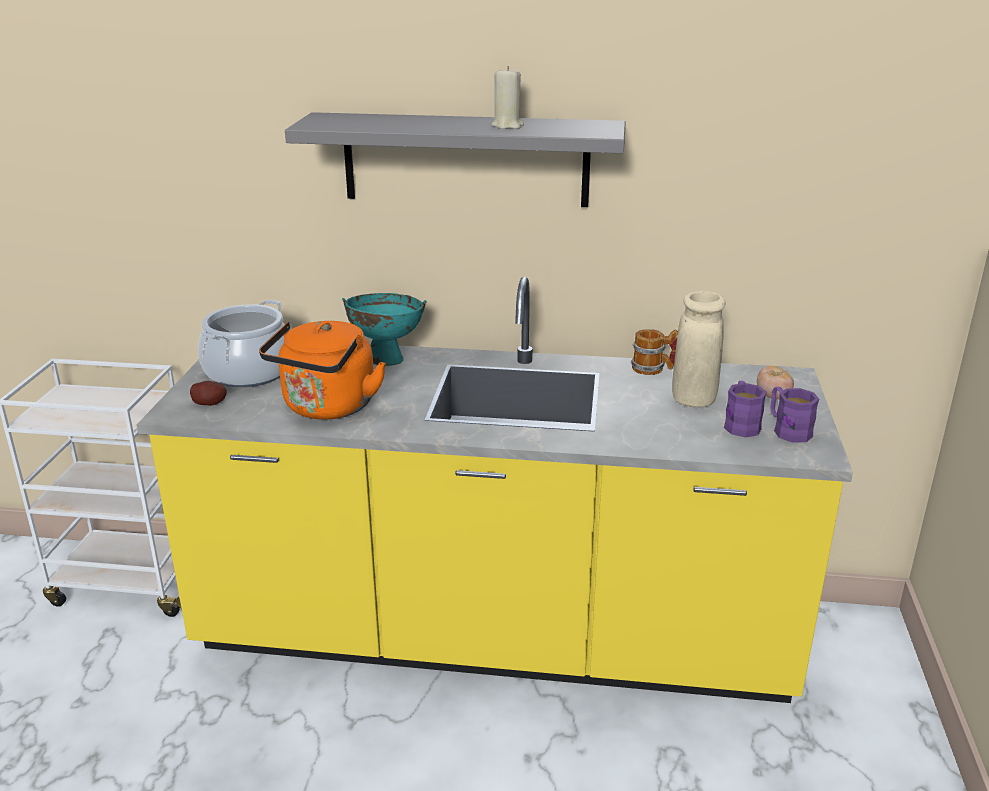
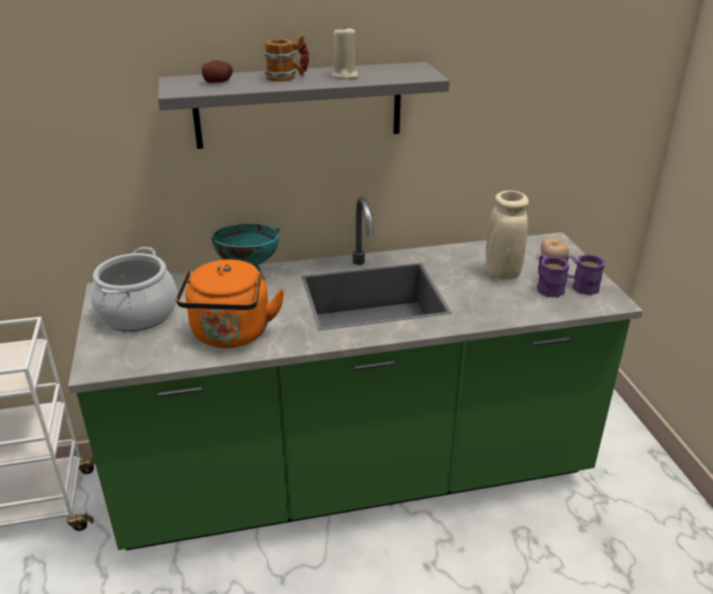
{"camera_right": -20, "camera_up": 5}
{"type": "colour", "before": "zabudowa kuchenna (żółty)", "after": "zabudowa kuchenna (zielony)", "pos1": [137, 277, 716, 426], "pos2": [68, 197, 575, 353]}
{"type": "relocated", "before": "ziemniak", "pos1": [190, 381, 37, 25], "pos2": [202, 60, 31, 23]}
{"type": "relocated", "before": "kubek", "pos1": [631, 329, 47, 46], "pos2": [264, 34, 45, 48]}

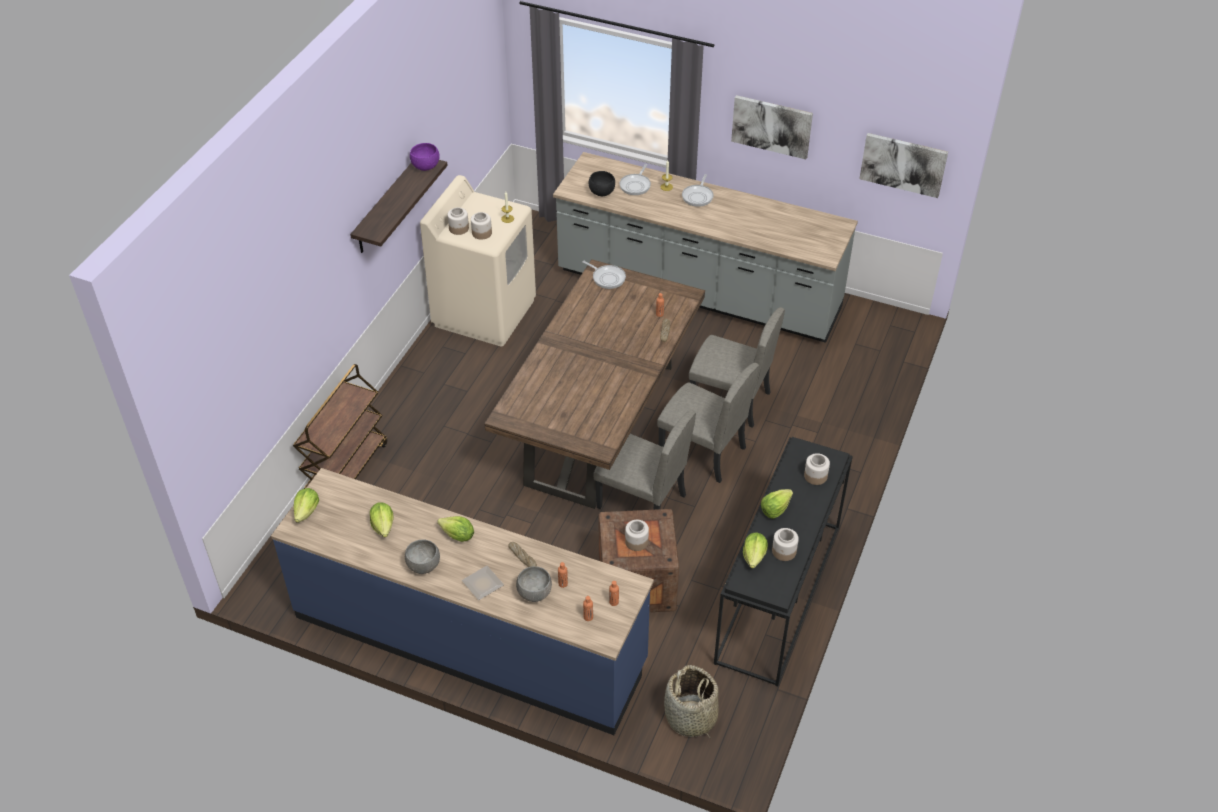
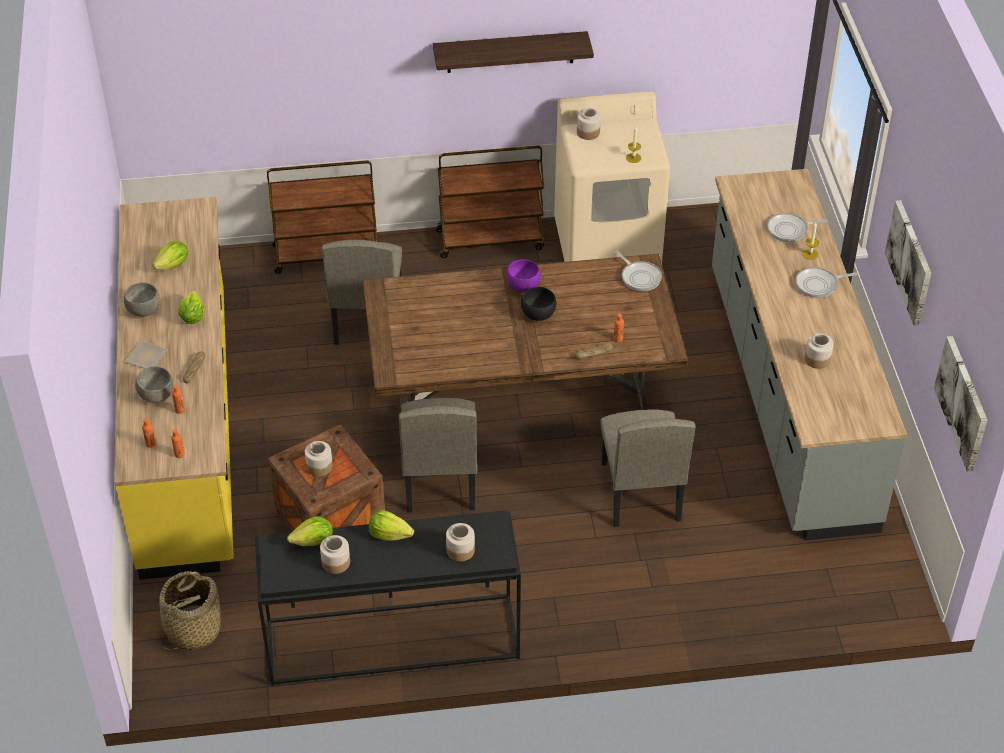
{"camera_right": 60, "camera_up": 0}
{"type": "colour", "before": "zabudowa kuchenna (niebieski)", "after": "zabudowa kuchenna (żółty)", "pos1": [271, 468, 383, 267], "pos2": [115, 197, 119, 383]}
{"type": "relocated", "before": "krzesło (beżowy)", "pos1": [657, 363, 102, 120], "pos2": [322, 240, 80, 105]}
{"type": "appeared", "after": "wózek (brązowy)", "pos2": [436, 146, 109, 112]}
{"type": "relocated", "before": "miska (fioletowy)", "pos1": [410, 143, 30, 28], "pos2": [506, 259, 35, 33]}
{"type": "relocated", "before": "miska (czarny)", "pos1": [589, 171, 26, 25], "pos2": [521, 287, 35, 34]}
{"type": "spun", "before": "patelnia", "pos1": [582, 261, 44, 28], "pos2": [615, 251, 47, 40], "turn": -45}
{"type": "relocated", "before": "słoik", "pos1": [471, 212, 21, 28], "pos2": [804, 333, 30, 36]}
{"type": "missing", "before": "sałata", "pos1": [294, 488, 25, 35]}

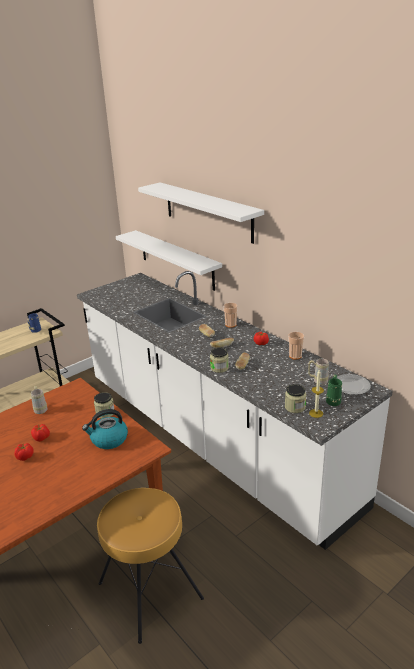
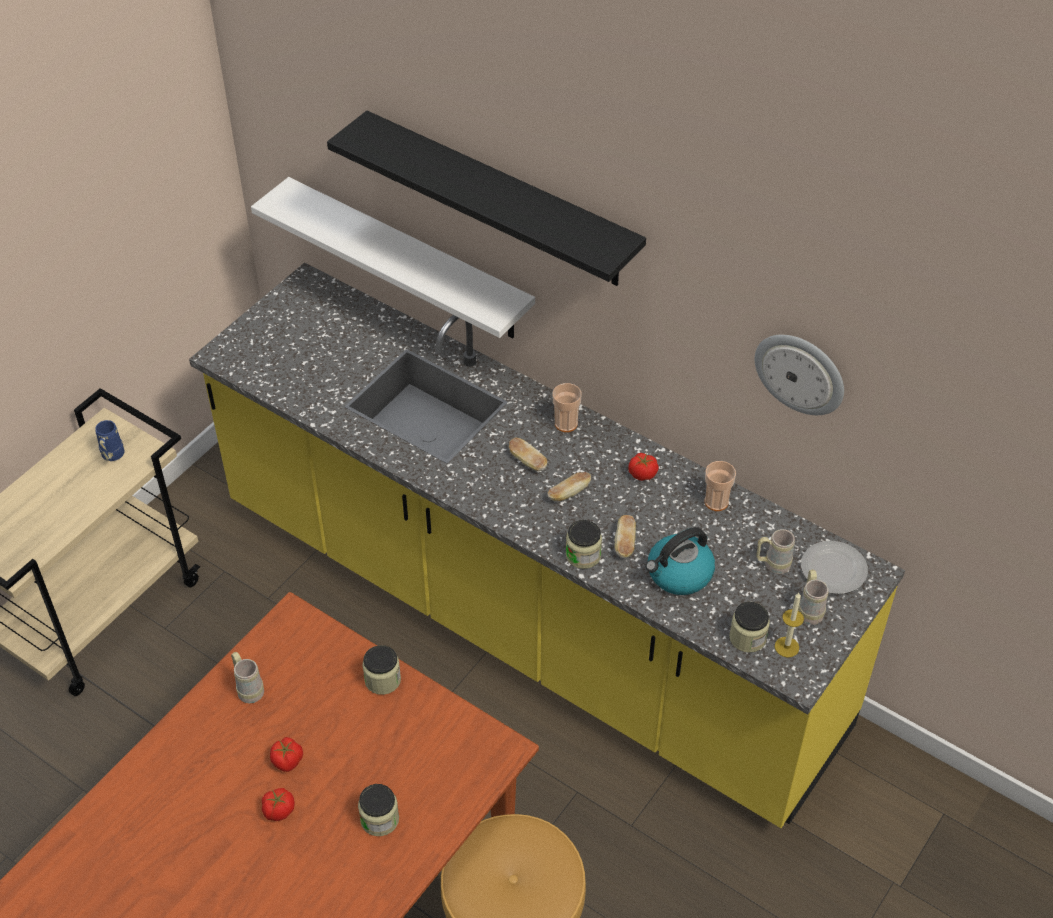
{"camera_right": -15, "camera_up": 20}
{"type": "colour", "before": "zabudowa kuchenna (biały)", "after": "zabudowa kuchenna (żółty)", "pos1": [77, 271, 316, 279], "pos2": [189, 262, 716, 566]}
{"type": "colour", "before": "półka (biały)", "after": "półka (czarny)", "pos1": [138, 182, 126, 62], "pos2": [327, 111, 319, 175]}
{"type": "appeared", "after": "słoik", "pos2": [358, 784, 41, 52]}
{"type": "relocated", "before": "czajnik", "pos1": [82, 409, 46, 40], "pos2": [646, 527, 69, 68]}
{"type": "appeared", "after": "zegar ścienny", "pos2": [755, 334, 89, 81]}
{"type": "colour", "before": "kubek (zielony)", "after": "kubek (beżowy)", "pos1": [326, 375, 16, 31], "pos2": [798, 569, 30, 56]}

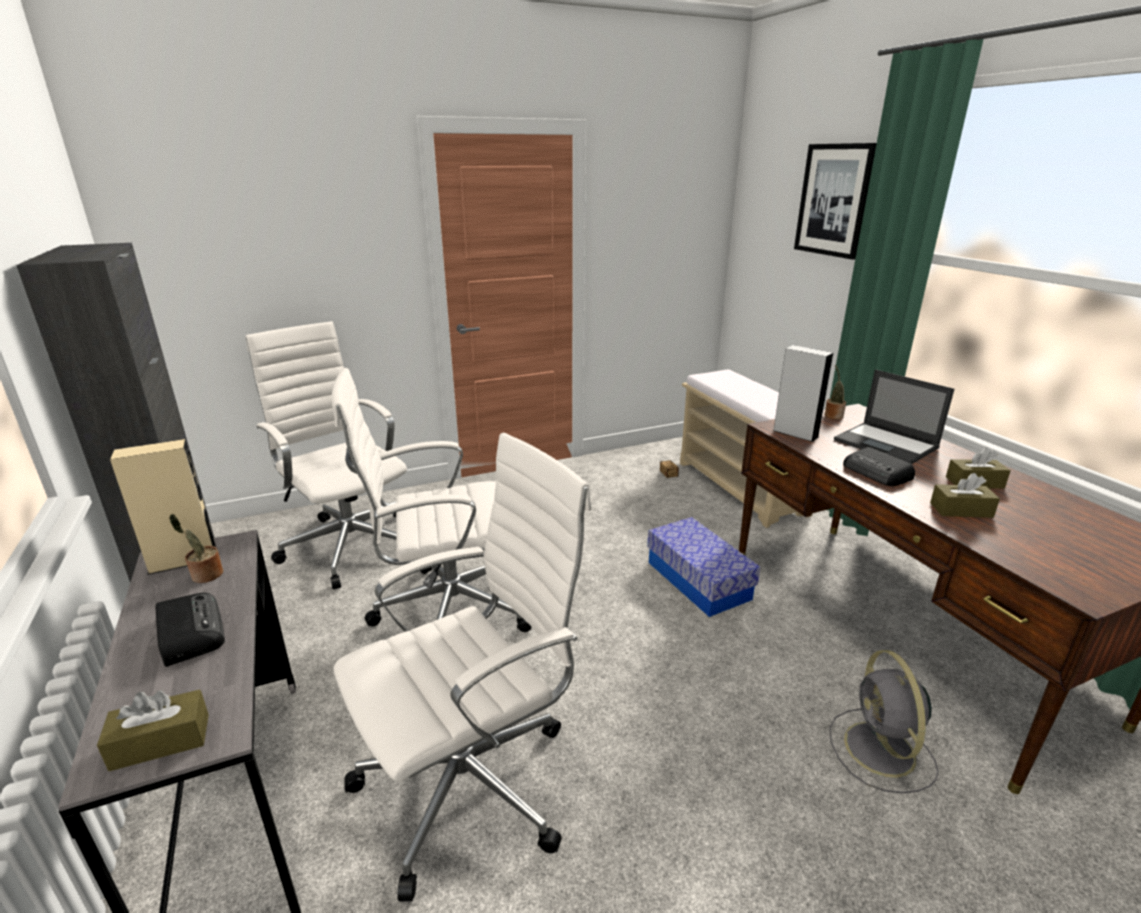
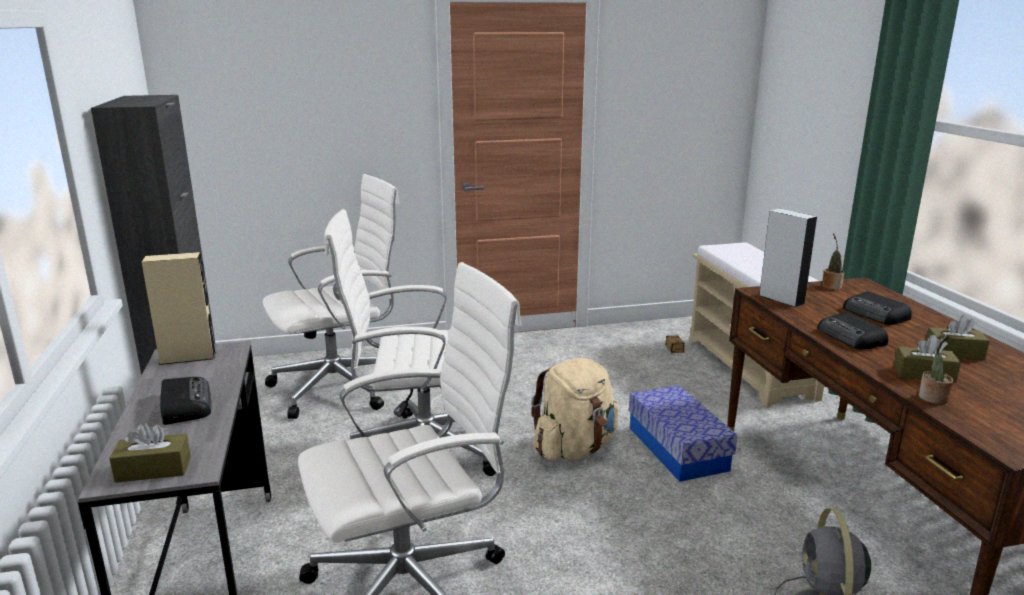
{"camera_right": 10, "camera_up": -5}
{"type": "spun", "before": "krzesło biurowe (biały)", "pos1": [245, 321, 162, 268], "pos2": [263, 174, 137, 245], "turn": 90}
{"type": "appeared", "after": "plecak (beżowy)", "pos2": [531, 358, 87, 103]}
{"type": "exchanged", "before": "laptop", "after": "radio", "pos1": [834, 369, 120, 95], "pos2": [843, 292, 69, 33]}
{"type": "relocated", "before": "roślina doniczkowa", "pos1": [169, 514, 54, 69], "pos2": [919, 335, 34, 69]}
{"type": "missing", "before": "obraz", "pos1": [794, 143, 83, 117]}

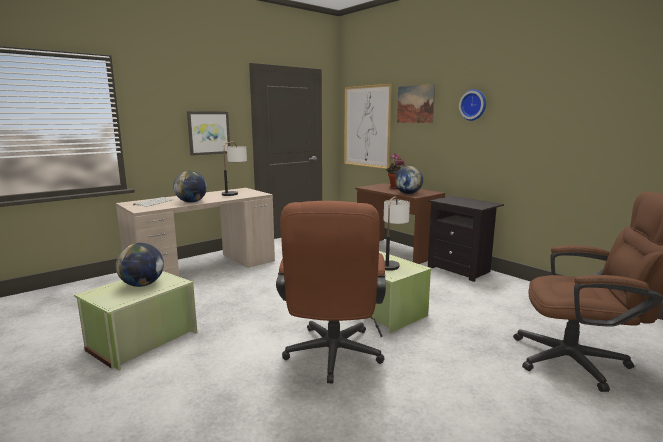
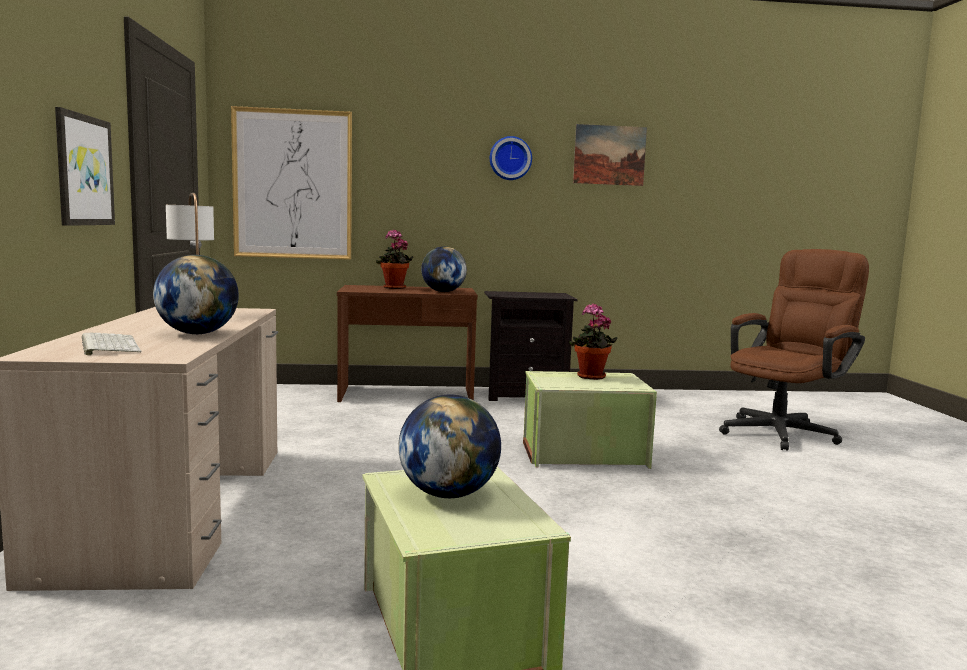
{"camera_right": -55, "camera_up": -5}
{"type": "exchanged", "before": "lampa stołowa", "after": "roślina doniczkowa", "pos1": [384, 196, 26, 75], "pos2": [569, 304, 49, 76]}
{"type": "relocated", "before": "obraz", "pos1": [397, 84, 38, 39], "pos2": [573, 124, 74, 62]}
{"type": "missing", "before": "krzesło biurowe (brązowy)", "pos1": [276, 201, 110, 182]}

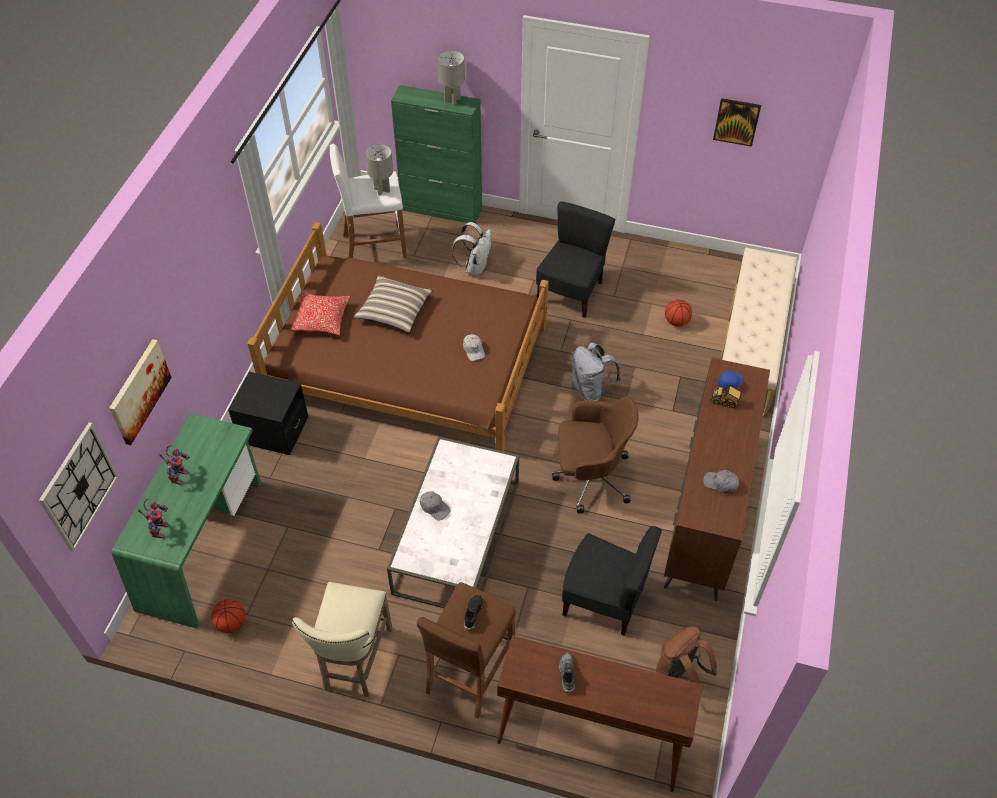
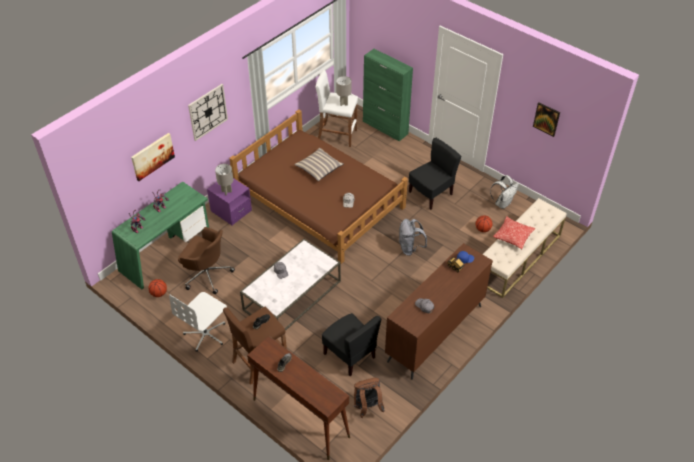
{"camera_right": 25, "camera_up": -5}
{"type": "exchanged", "before": "stołek (beżowy)", "after": "krzesło biurowe (biały)", "pos1": [292, 582, 100, 115], "pos2": [169, 292, 58, 60]}
{"type": "relocated", "before": "krzesło biurowe (brązowy)", "pos1": [552, 396, 86, 118], "pos2": [178, 227, 57, 67]}
{"type": "relocated", "before": "zegar ścienny", "pos1": [39, 422, 80, 130], "pos2": [188, 84, 40, 57]}
{"type": "colour", "before": "szafka nocna (czarny)", "after": "szafka nocna (fioletowy)", "pos1": [228, 372, 81, 83], "pos2": [207, 178, 45, 47]}
{"type": "relocated", "before": "lampa stołowa (szary)", "pos1": [437, 50, 28, 55], "pos2": [215, 164, 18, 31]}
{"type": "relocated", "before": "plecak (biały)", "pos1": [452, 222, 39, 54], "pos2": [490, 175, 29, 34]}
{"type": "relocated", "before": "poduszka", "pos1": [290, 292, 60, 43], "pos2": [493, 216, 42, 33]}

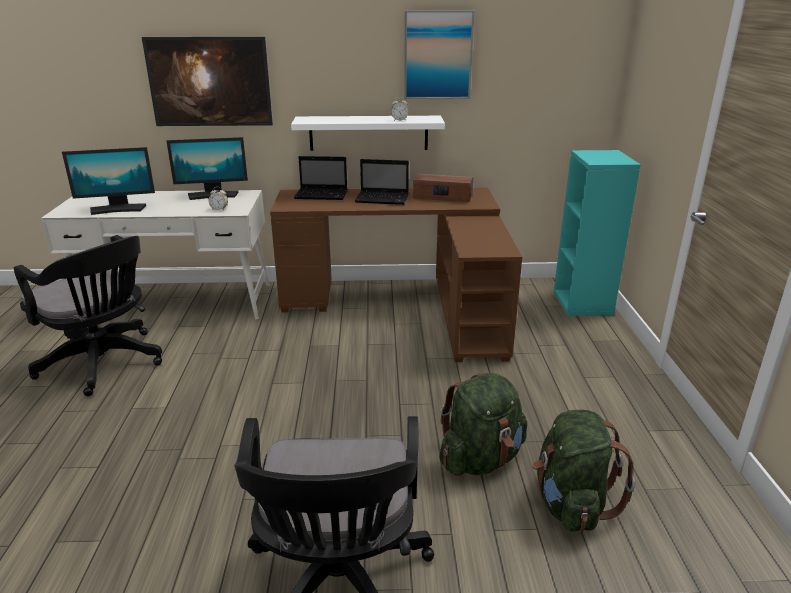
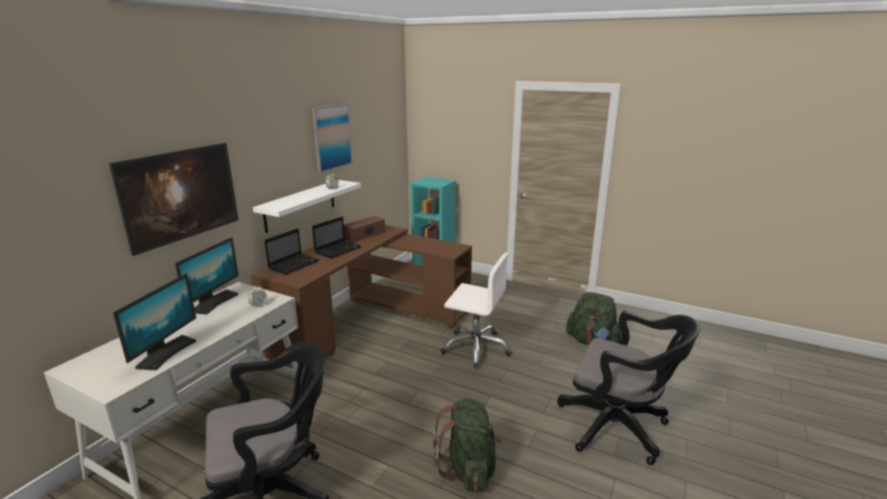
{"camera_right": -60, "camera_up": -5}
{"type": "relocated", "before": "plecak (zielony)", "pos1": [439, 373, 88, 103], "pos2": [433, 399, 69, 93]}
{"type": "appeared", "after": "krzesło biurowe (biały)", "pos2": [440, 252, 72, 116]}

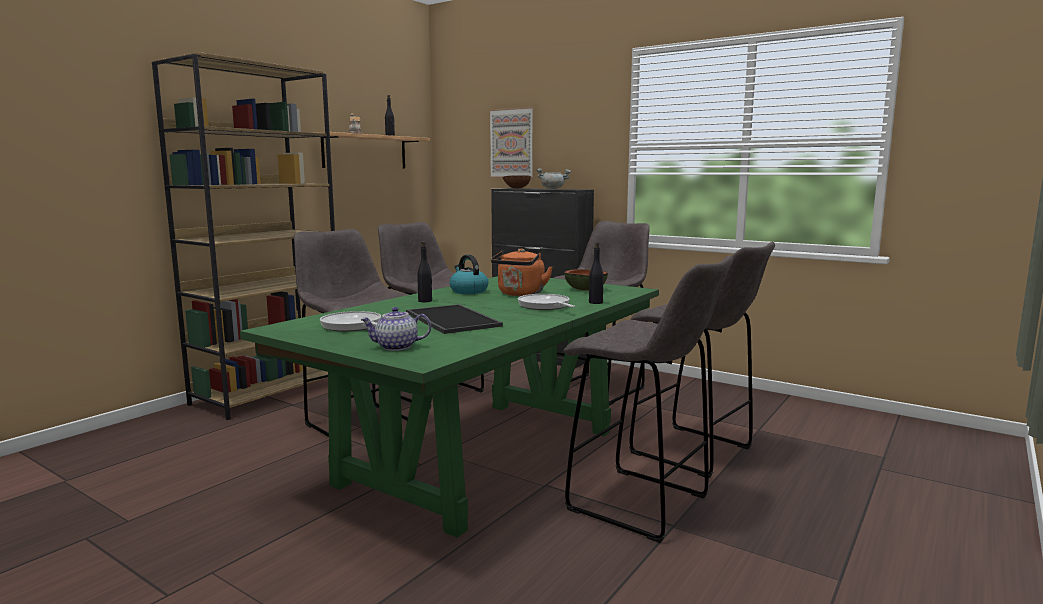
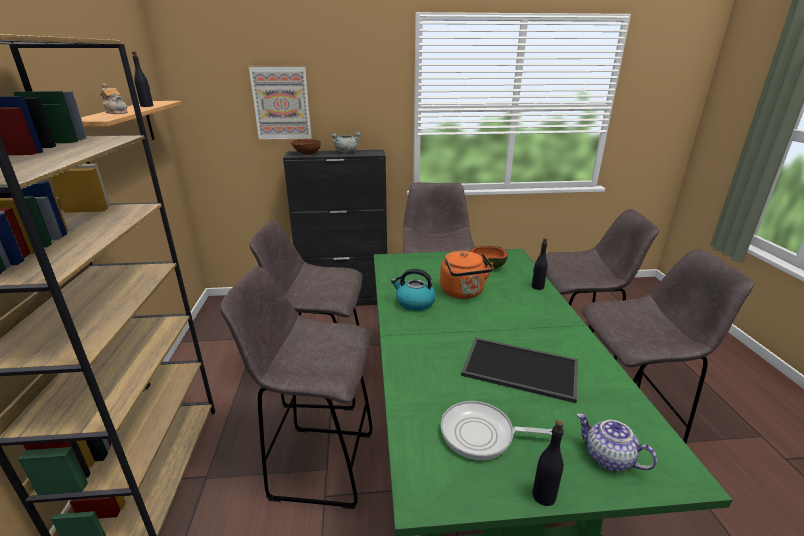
{"camera_right": -40, "camera_up": 15}
{"type": "relocated", "before": "butelka (czarny)", "pos1": [417, 241, 15, 61], "pos2": [532, 420, 32, 86]}
{"type": "spun", "before": "imbryk", "pos1": [360, 307, 71, 44], "pos2": [576, 413, 81, 58], "turn": 90}
{"type": "missing", "before": "patelnia", "pos1": [518, 294, 57, 16]}

